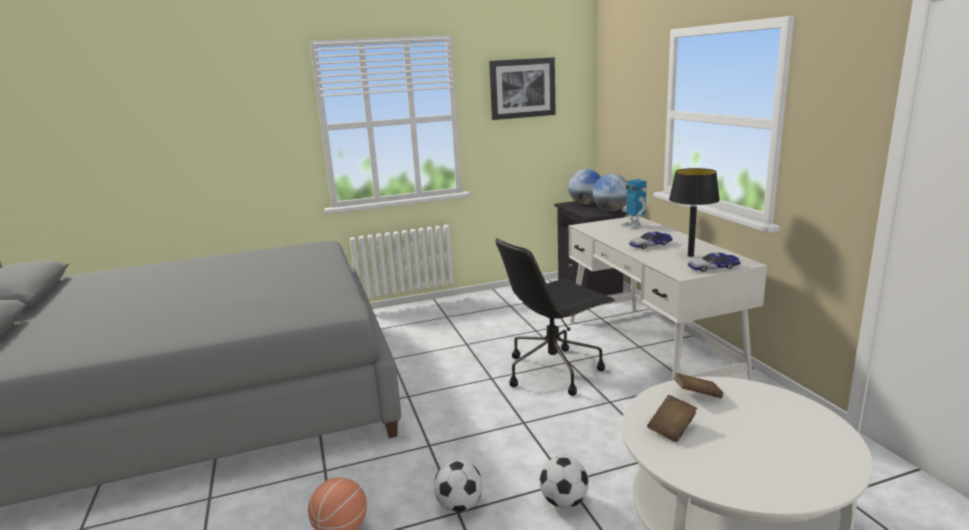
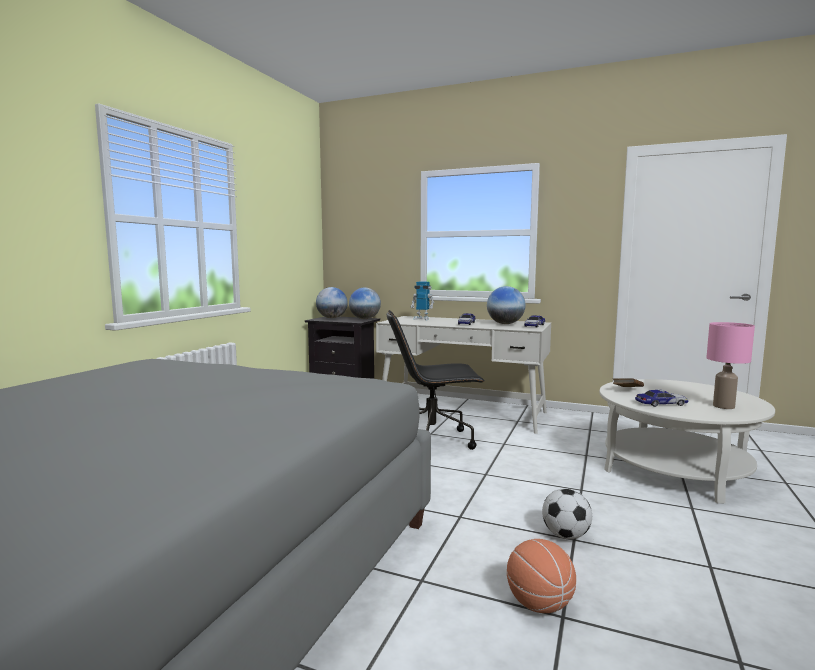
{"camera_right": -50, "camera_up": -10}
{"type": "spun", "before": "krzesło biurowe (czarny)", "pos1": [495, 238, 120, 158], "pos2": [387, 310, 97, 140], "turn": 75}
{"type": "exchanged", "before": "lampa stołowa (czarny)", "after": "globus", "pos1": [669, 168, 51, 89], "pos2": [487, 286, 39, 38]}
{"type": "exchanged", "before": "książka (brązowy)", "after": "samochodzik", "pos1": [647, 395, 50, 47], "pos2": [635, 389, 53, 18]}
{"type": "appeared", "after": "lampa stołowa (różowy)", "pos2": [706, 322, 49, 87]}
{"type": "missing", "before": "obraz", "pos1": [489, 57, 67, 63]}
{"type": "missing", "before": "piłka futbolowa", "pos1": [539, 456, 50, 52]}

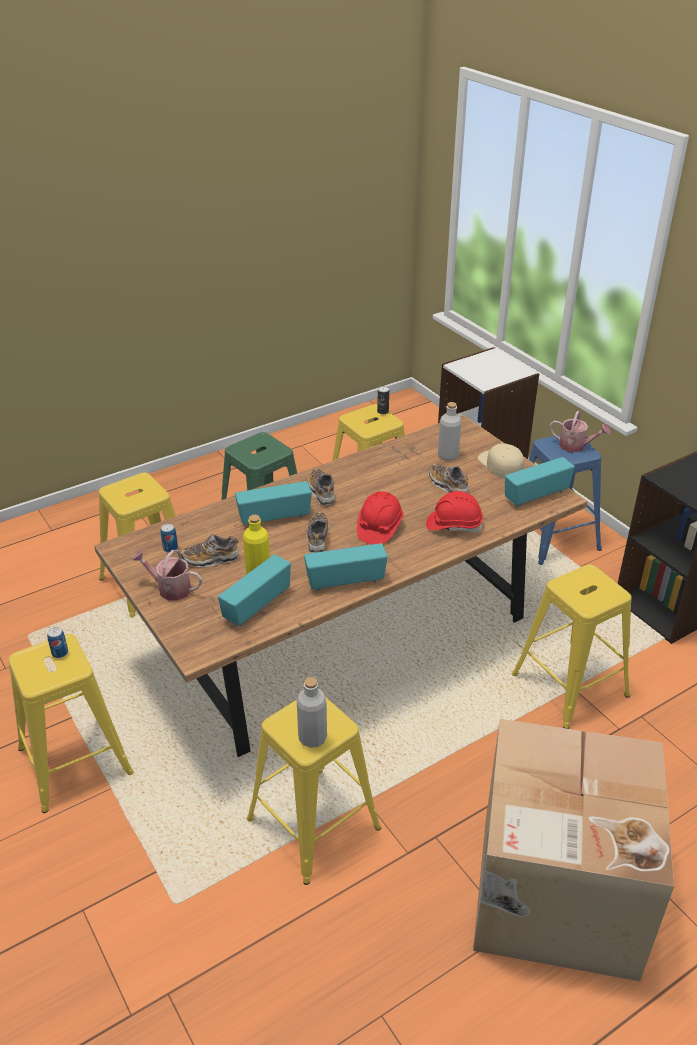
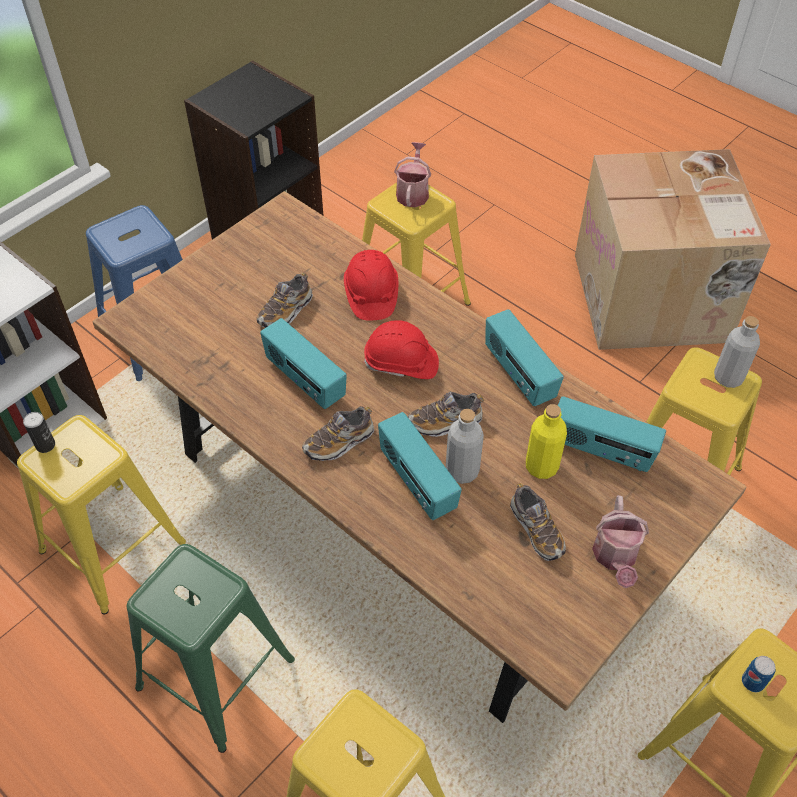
{"camera_right": -105, "camera_up": 15}
{"type": "relocated", "before": "radio", "pos1": [505, 457, 70, 50], "pos2": [260, 318, 87, 91]}
{"type": "relocated", "before": "konewka", "pos1": [549, 411, 61, 41], "pos2": [394, 142, 37, 65]}
{"type": "relocated", "before": "butelka (szary)", "pos1": [438, 402, 23, 59], "pos2": [446, 409, 38, 75]}
{"type": "missing", "before": "puszka", "pos1": [161, 524, 17, 29]}
{"type": "missing", "before": "czapka z daszkiem (beżowy)", "pos1": [478, 443, 46, 35]}

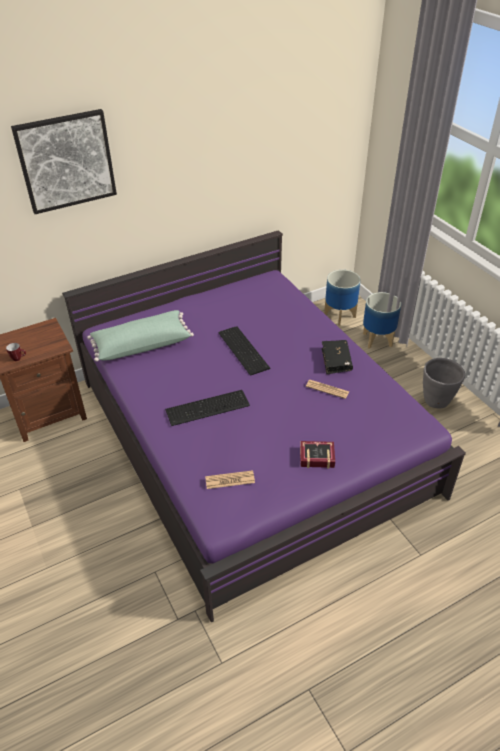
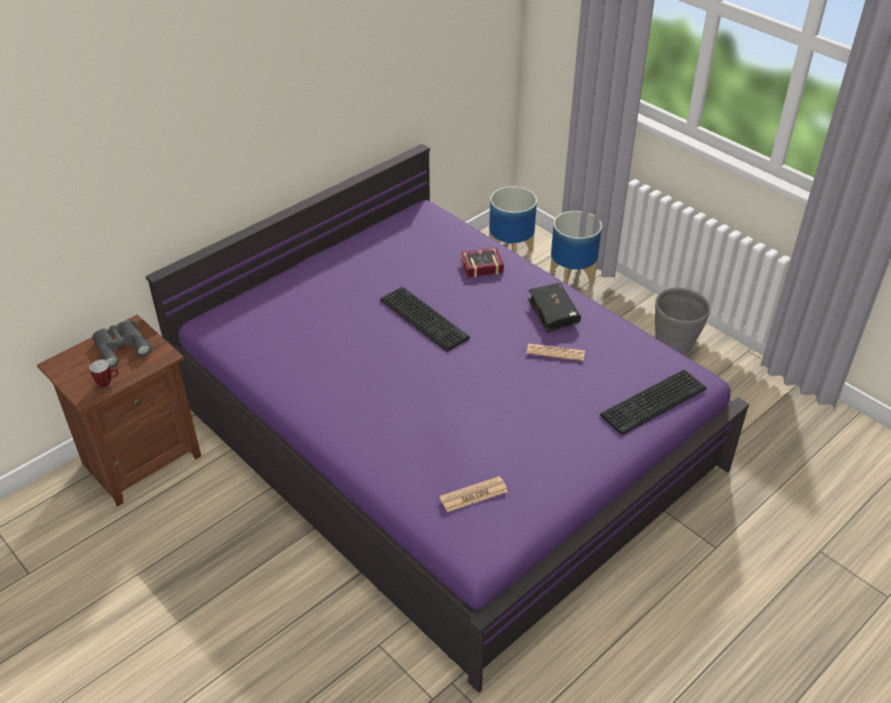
{"camera_right": -15, "camera_up": 0}
{"type": "appeared", "after": "lornetka (szary)", "pos2": [92, 320, 60, 47]}
{"type": "relocated", "before": "książka", "pos1": [300, 441, 35, 27], "pos2": [461, 247, 43, 30]}
{"type": "relocated", "before": "klawiatura", "pos1": [165, 390, 85, 36], "pos2": [600, 370, 107, 65]}
{"type": "missing", "before": "obraz", "pos1": [11, 109, 106, 105]}
{"type": "missing", "before": "poduszka (zielony)", "pos1": [87, 310, 107, 52]}

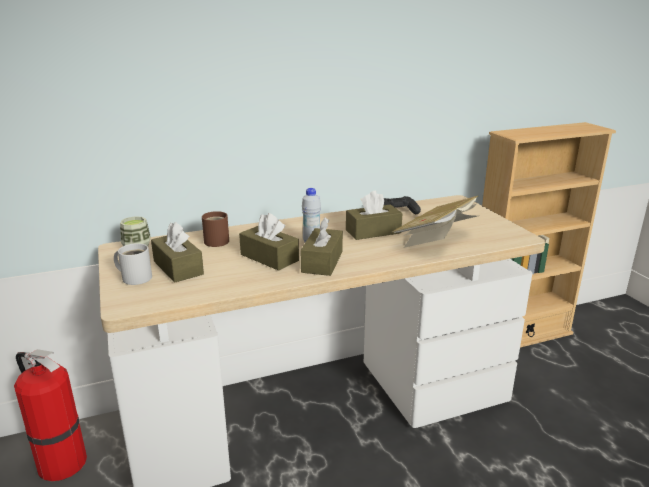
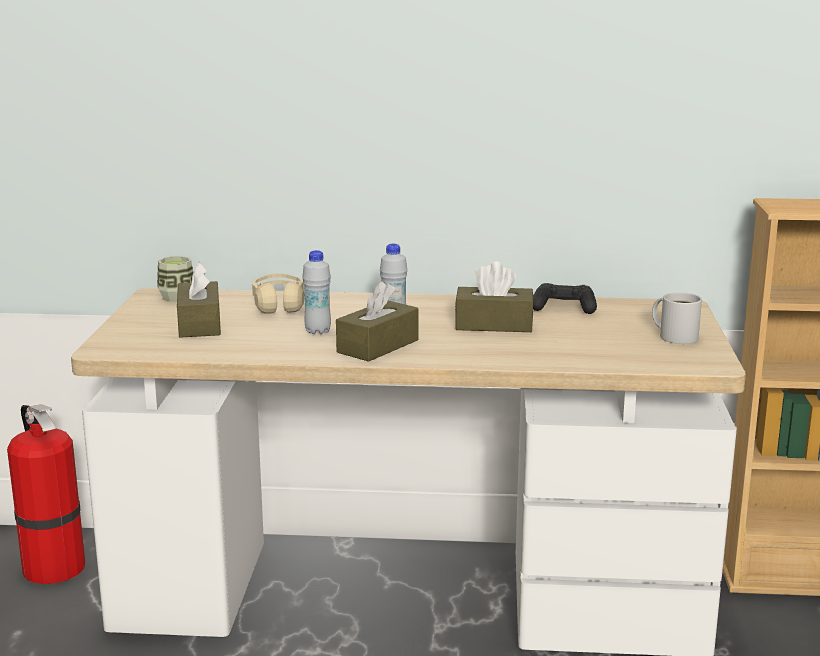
{"camera_right": 25, "camera_up": -5}
{"type": "exchanged", "before": "kubek (brązowy)", "after": "słuchawki (beżowy)", "pos1": [202, 211, 27, 36], "pos2": [252, 273, 53, 41]}
{"type": "exchanged", "before": "pudełko chusteczek (brązowy)", "after": "butelka (biały)", "pos1": [239, 213, 60, 58], "pos2": [302, 250, 29, 84]}
{"type": "relocated", "before": "kubek (biały)", "pos1": [114, 243, 38, 42], "pos2": [652, 292, 50, 52]}
{"type": "missing", "before": "książka", "pos1": [392, 196, 86, 52]}

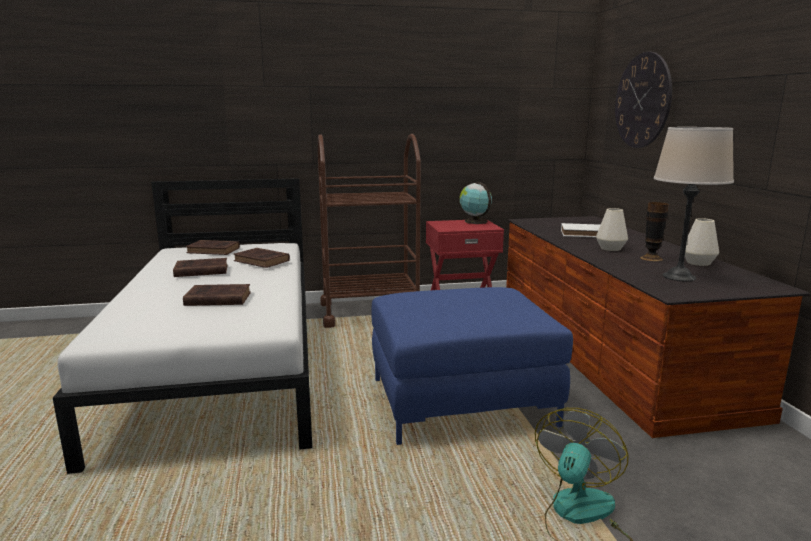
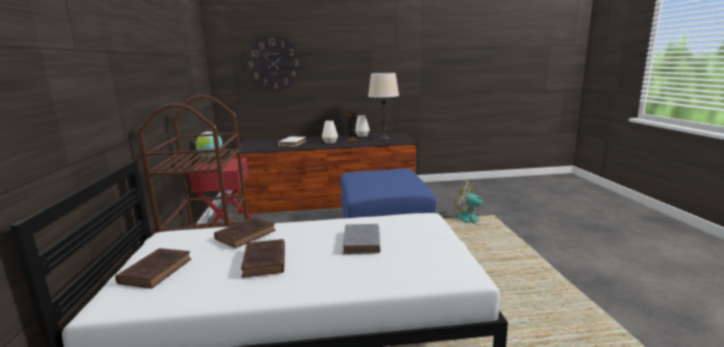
{"camera_right": -85, "camera_up": 0}
{"type": "colour", "before": "książka (brązowy)", "after": "książka (szary)", "pos1": [183, 284, 68, 22], "pos2": [342, 224, 38, 30]}

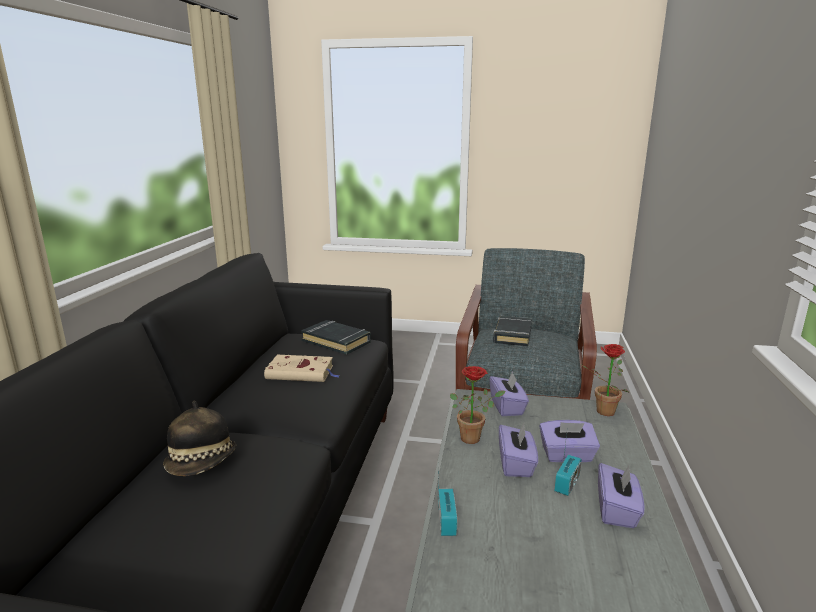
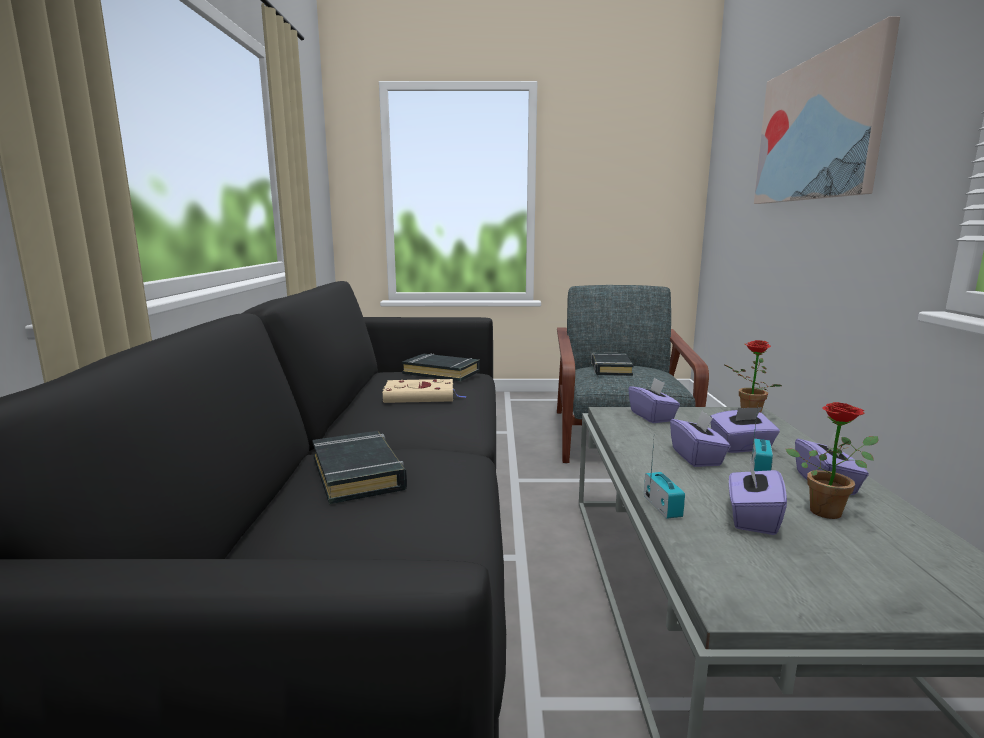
{"camera_right": -10, "camera_up": -5}
{"type": "exchanged", "before": "kapelusz", "after": "książka (czarny)", "pos1": [163, 401, 73, 75], "pos2": [312, 431, 95, 73]}
{"type": "appeared", "after": "pudełko chusteczek (fioletowy)", "pos2": [729, 459, 58, 76]}
{"type": "appeared", "after": "obraz", "pos2": [754, 17, 146, 187]}
{"type": "relocated", "before": "roślina doniczkowa", "pos1": [450, 366, 55, 78], "pos2": [786, 402, 92, 117]}

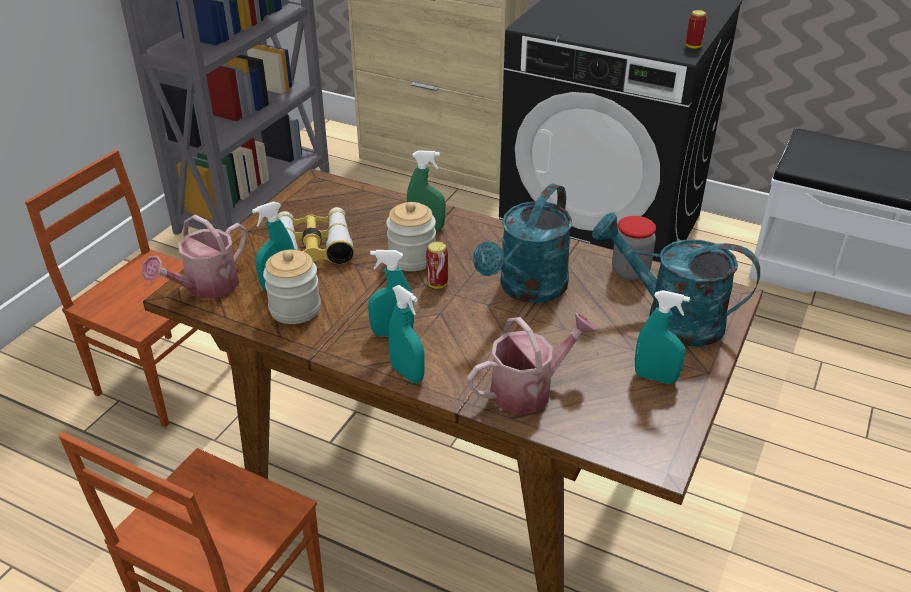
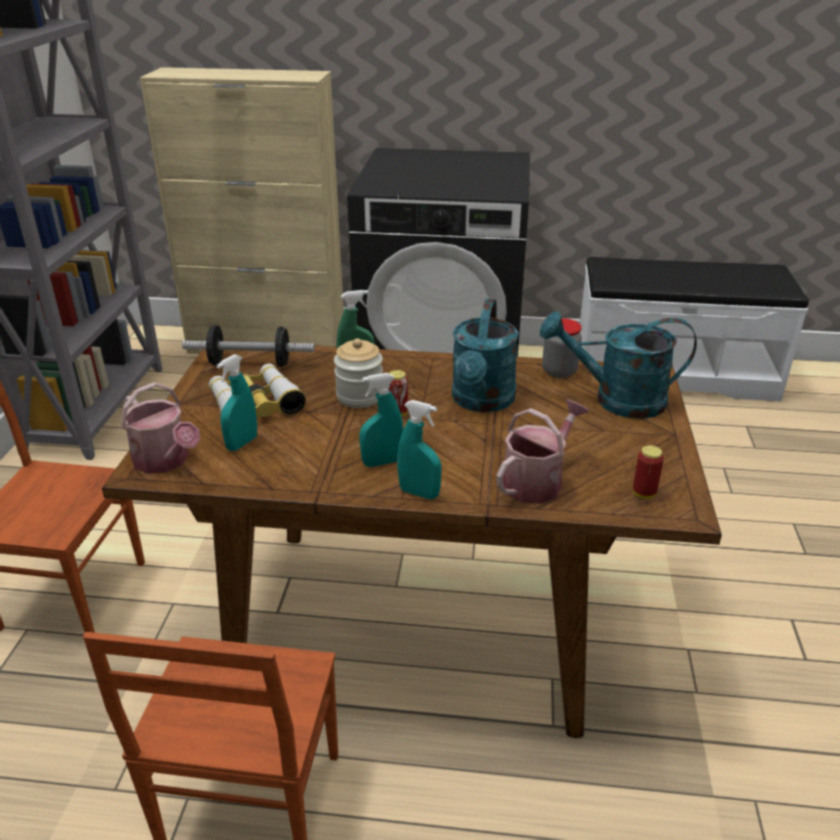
{"camera_right": -20, "camera_up": -5}
{"type": "spun", "before": "konewka", "pos1": [142, 215, 105, 83], "pos2": [121, 382, 79, 92], "turn": -60}
{"type": "appeared", "after": "hantel", "pos2": [182, 325, 133, 42]}
{"type": "relocated", "before": "puszka", "pos1": [686, 10, 21, 39], "pos2": [633, 445, 31, 54]}
{"type": "missing", "before": "słoik", "pos1": [263, 250, 58, 74]}
{"type": "missing", "before": "spryskiwacz (turkusowy)", "pos1": [635, 290, 55, 94]}

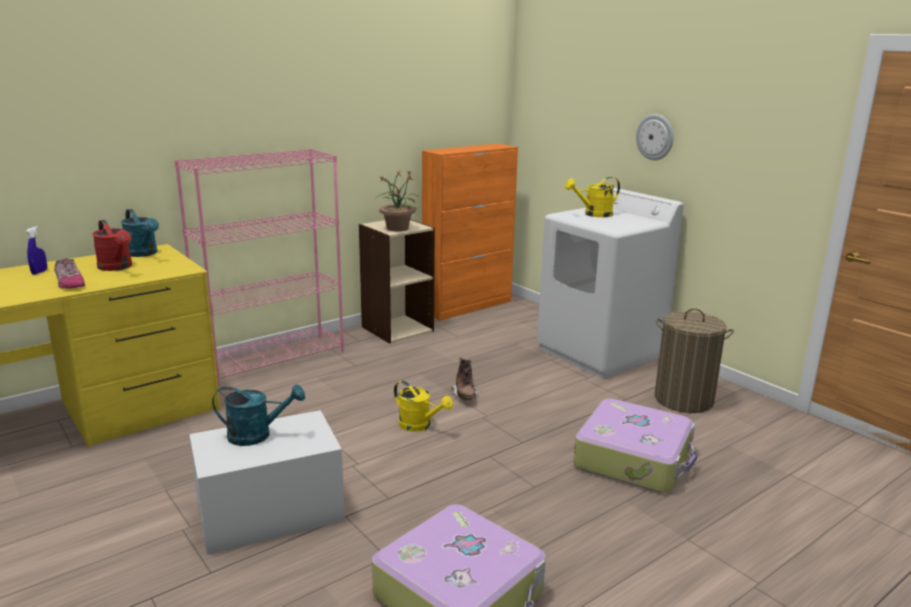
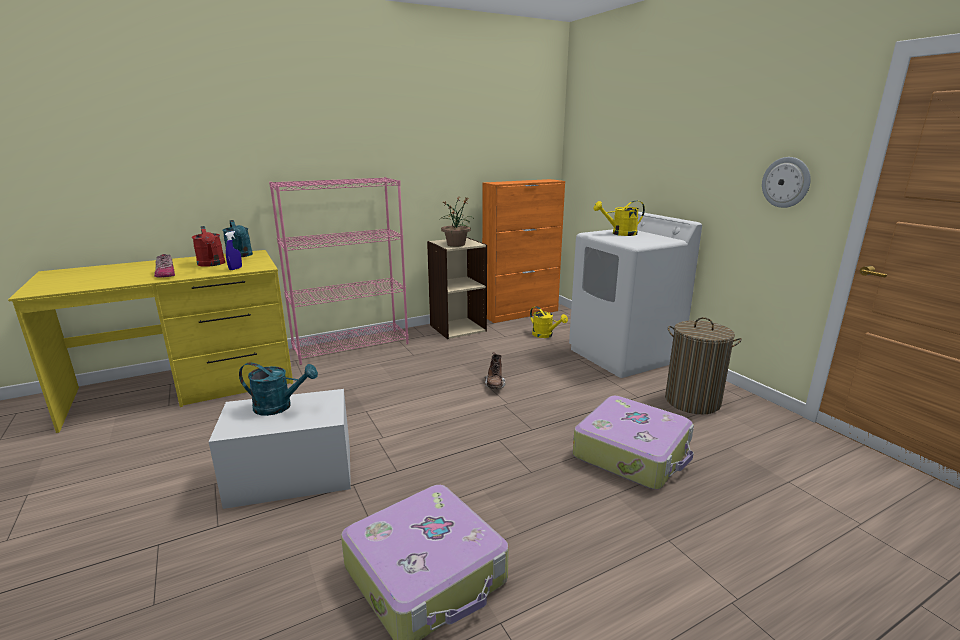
{"camera_right": 10, "camera_up": 0}
{"type": "relocated", "before": "spryskiwacz (niebieski)", "pos1": [26, 226, 21, 49], "pos2": [225, 231, 17, 39]}
{"type": "relocated", "before": "konewka (żółty)", "pos1": [394, 381, 59, 51], "pos2": [530, 306, 38, 32]}
{"type": "relocated", "before": "zegar ścienny", "pos1": [636, 114, 37, 46], "pos2": [762, 157, 49, 51]}

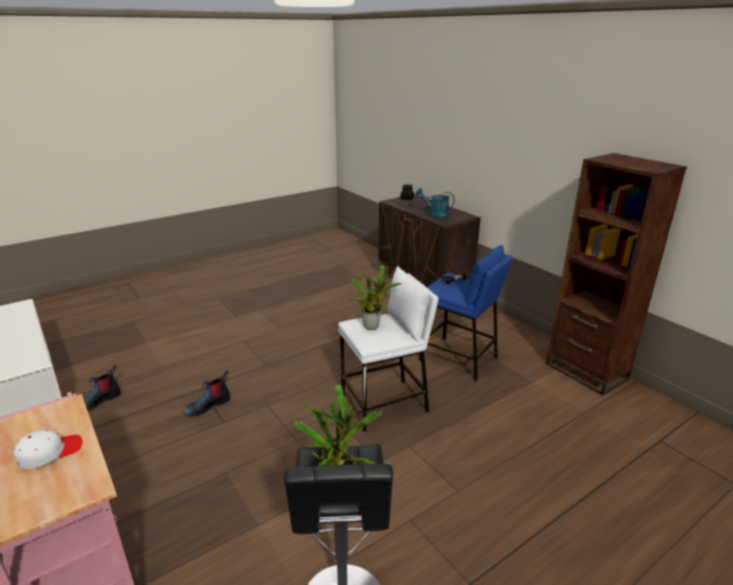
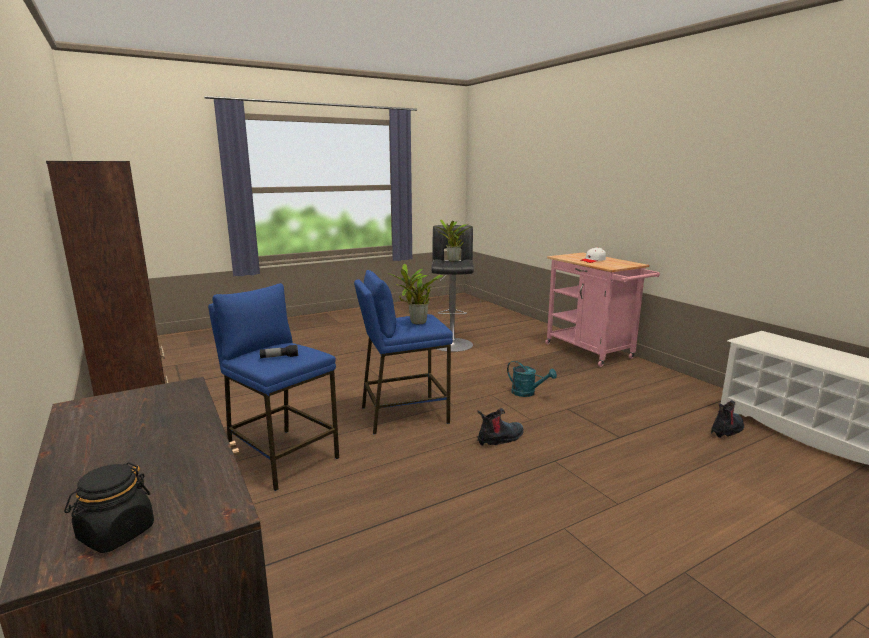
{"camera_right": -175, "camera_up": -10}
{"type": "colour", "before": "stołek (biały)", "after": "stołek (niebieski)", "pos1": [338, 266, 101, 166], "pos2": [354, 270, 99, 164]}
{"type": "relocated", "before": "but z cholewką", "pos1": [184, 370, 46, 47], "pos2": [477, 408, 47, 38]}
{"type": "relocated", "before": "konewka (turkusowy)", "pos1": [416, 188, 39, 31], "pos2": [507, 361, 50, 36]}

